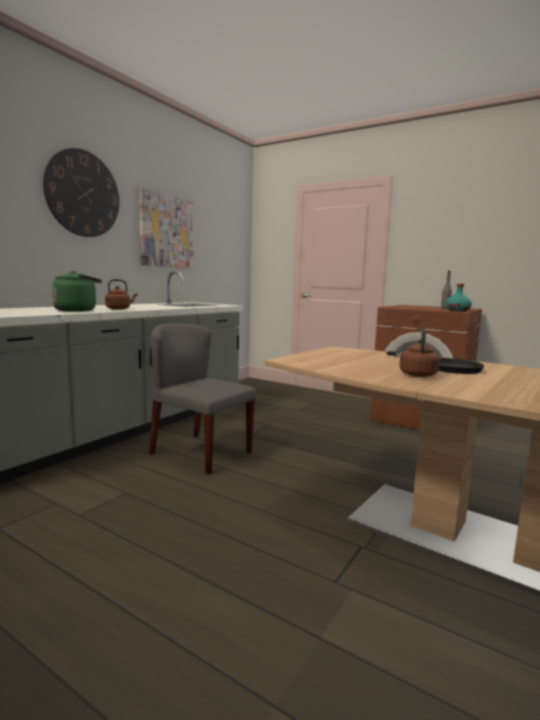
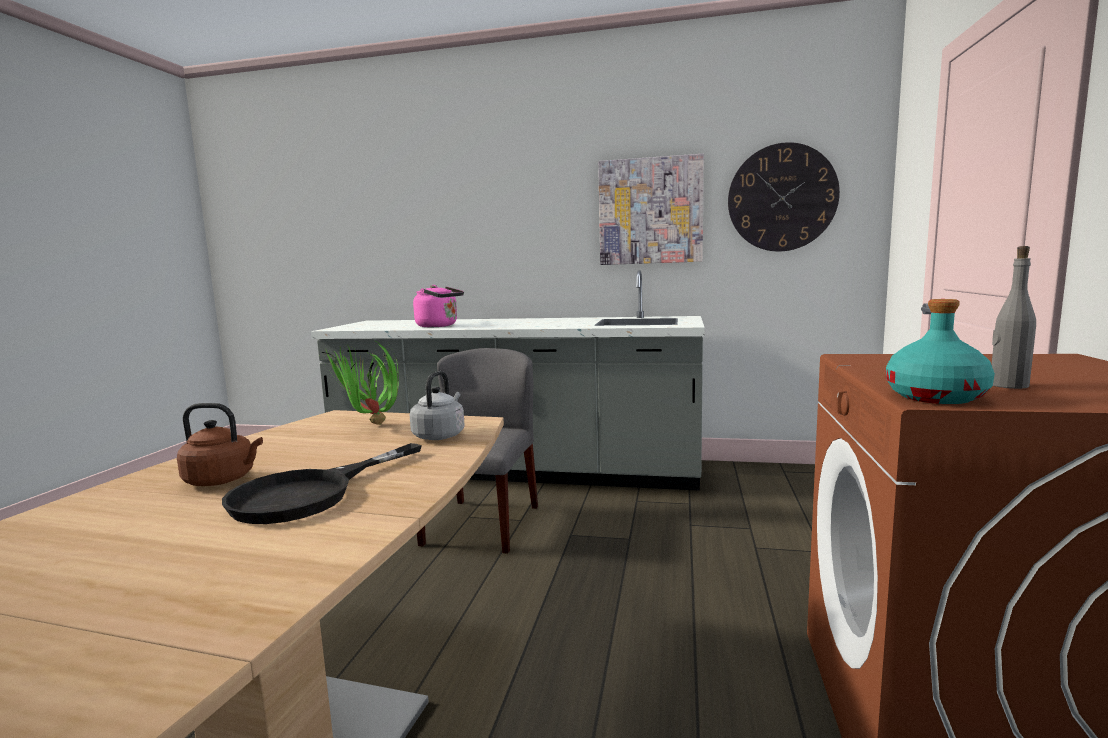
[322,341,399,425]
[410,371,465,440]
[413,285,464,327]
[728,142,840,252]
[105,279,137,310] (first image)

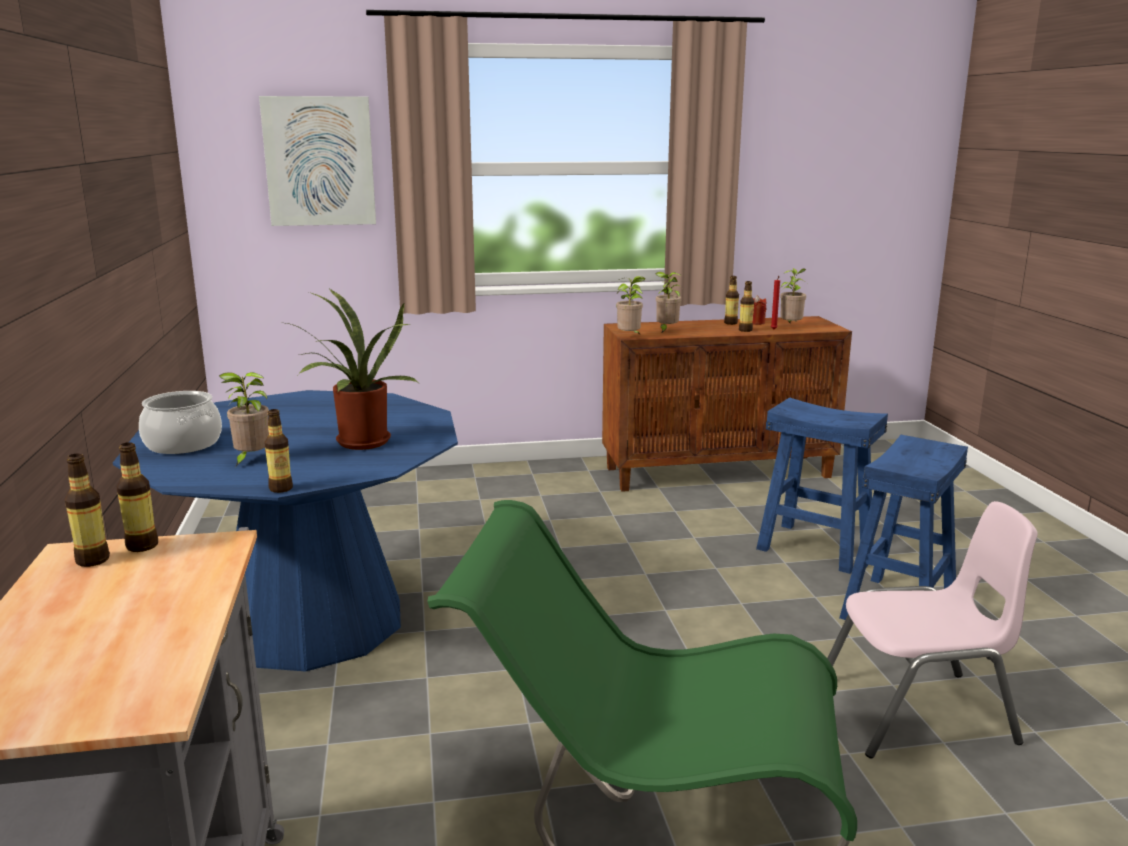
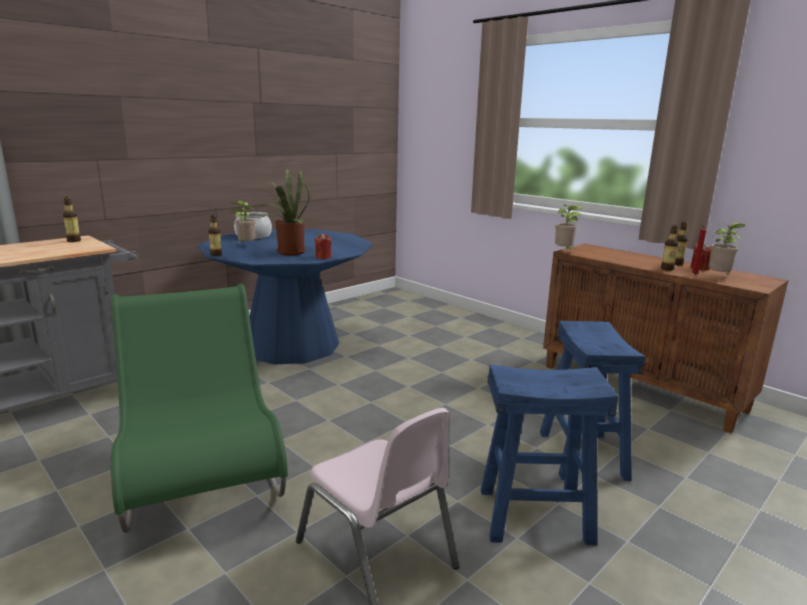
[315,234,332,259]
[116,442,158,552] (first image)
[259,96,376,226] (first image)
[655,272,682,334] (first image)

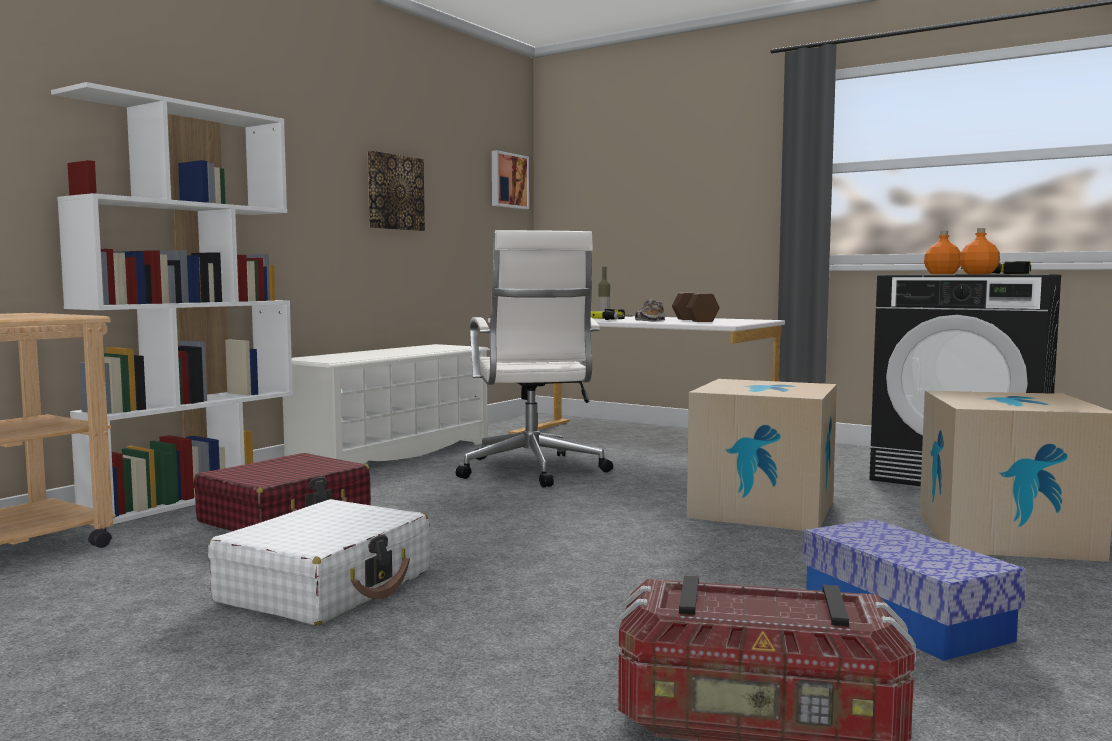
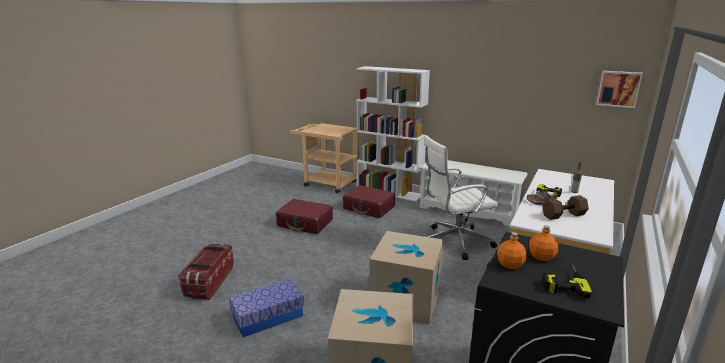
[276,199,333,234]
[367,151,425,231] (first image)

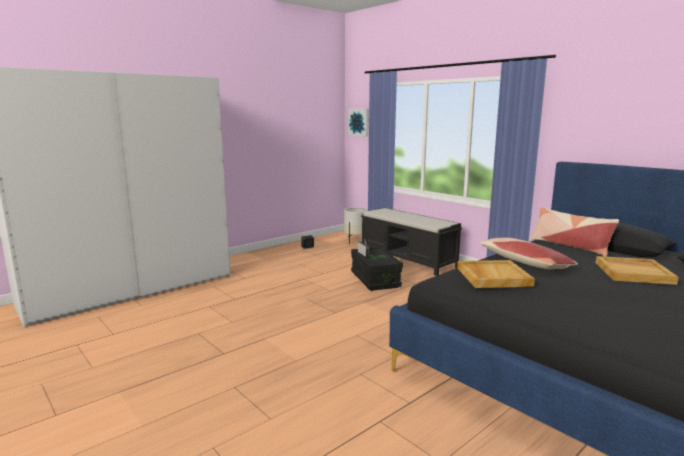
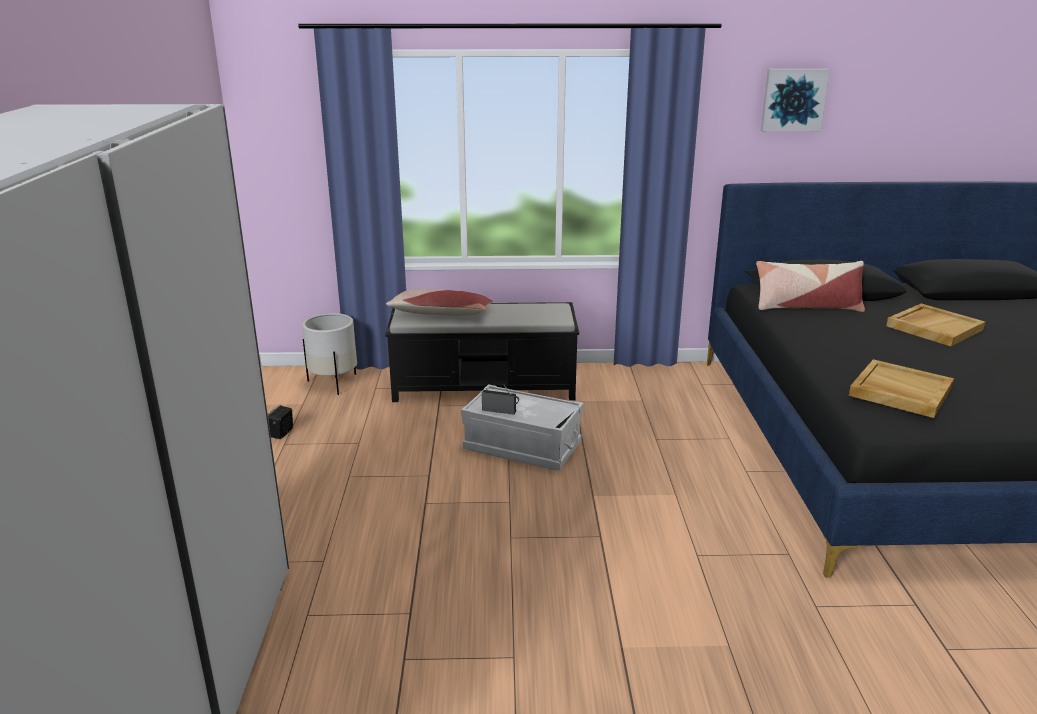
[386,289,494,316]
[461,384,584,470]
[761,69,830,131]

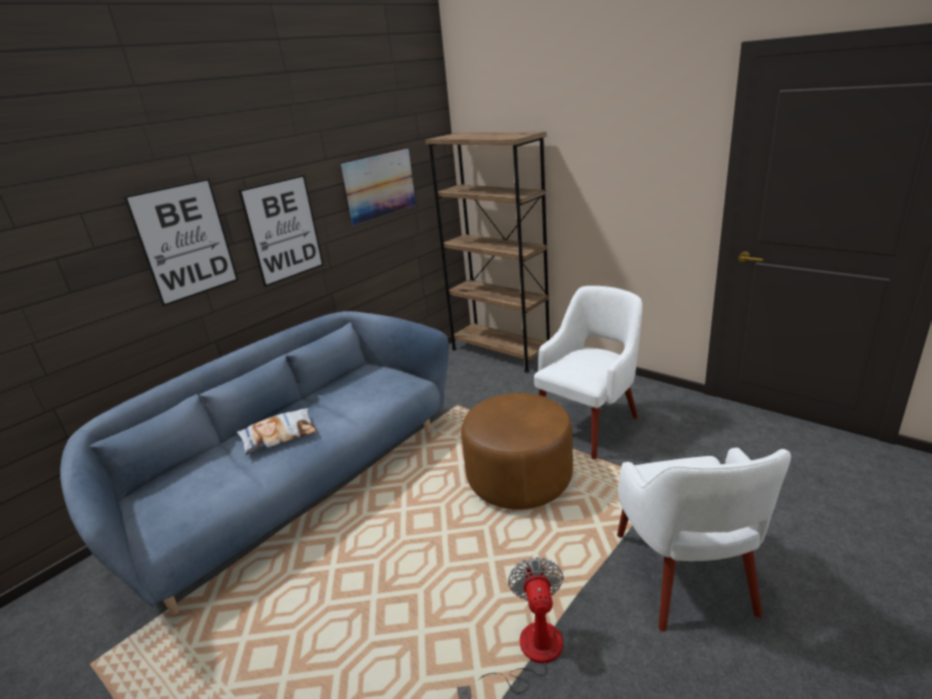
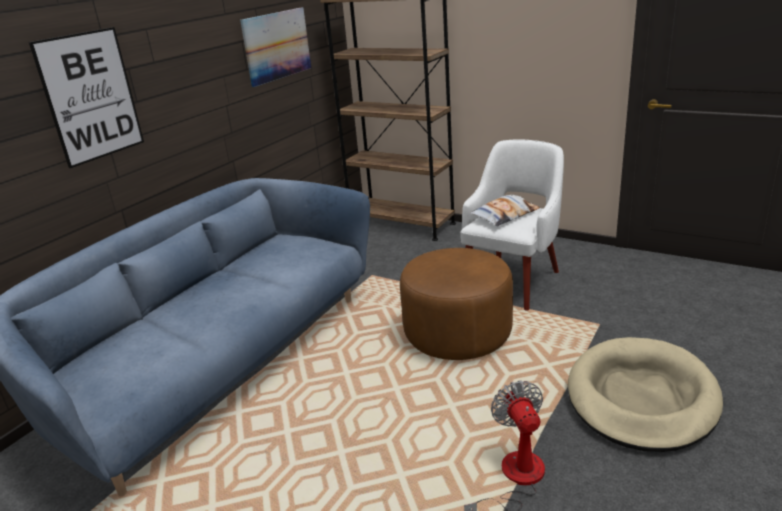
[470,195,540,226]
[568,337,723,452]
[238,175,324,287] (first image)

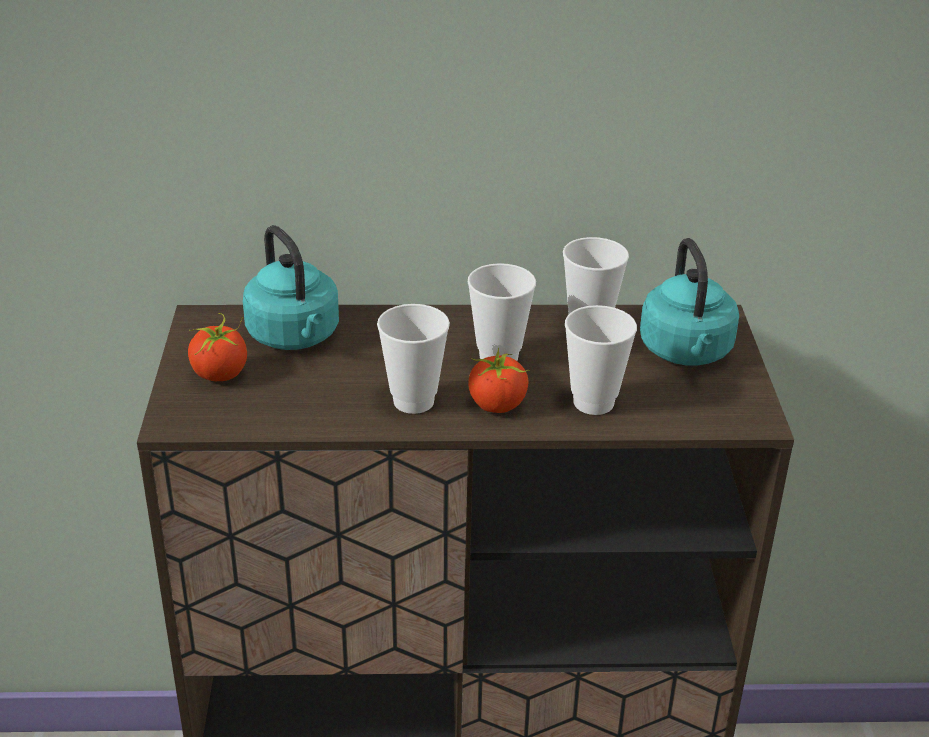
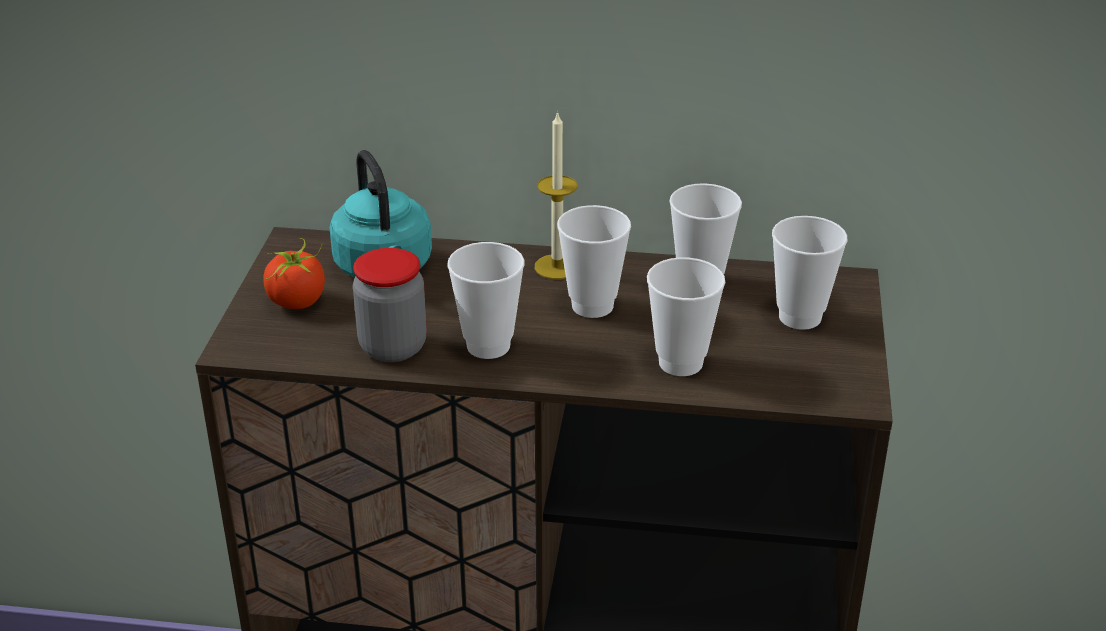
[353,248,427,362]
[535,111,577,279]
[772,216,847,330]
[468,348,530,413] (first image)

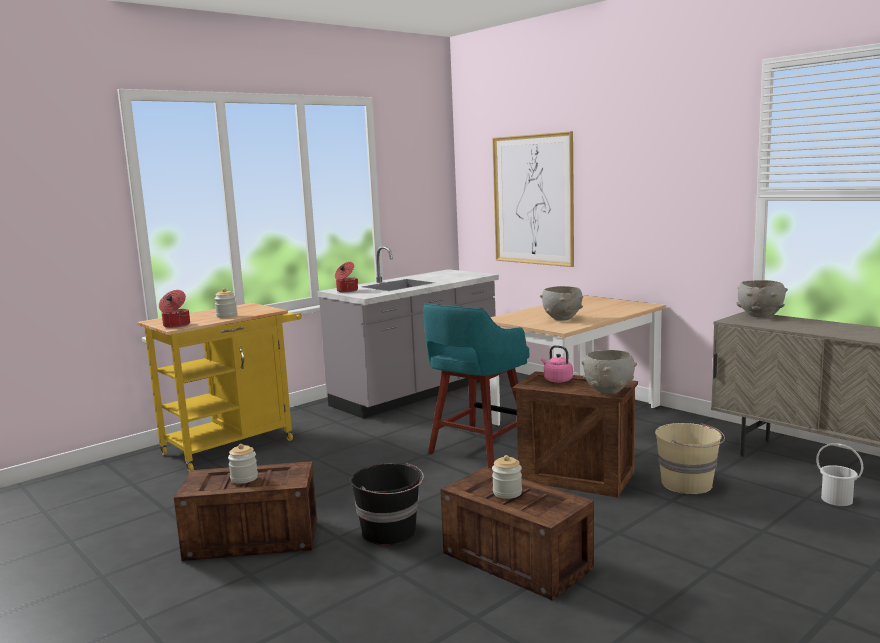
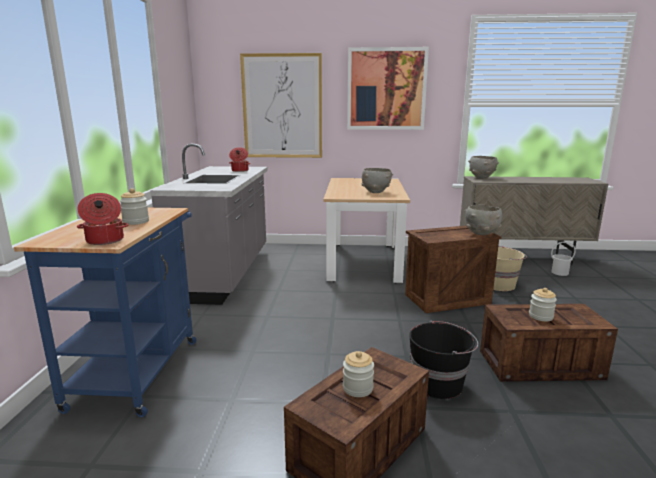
[14,208,196,417]
[229,147,250,172]
[347,47,429,130]
[423,304,529,469] (first image)
[541,345,573,383] (first image)

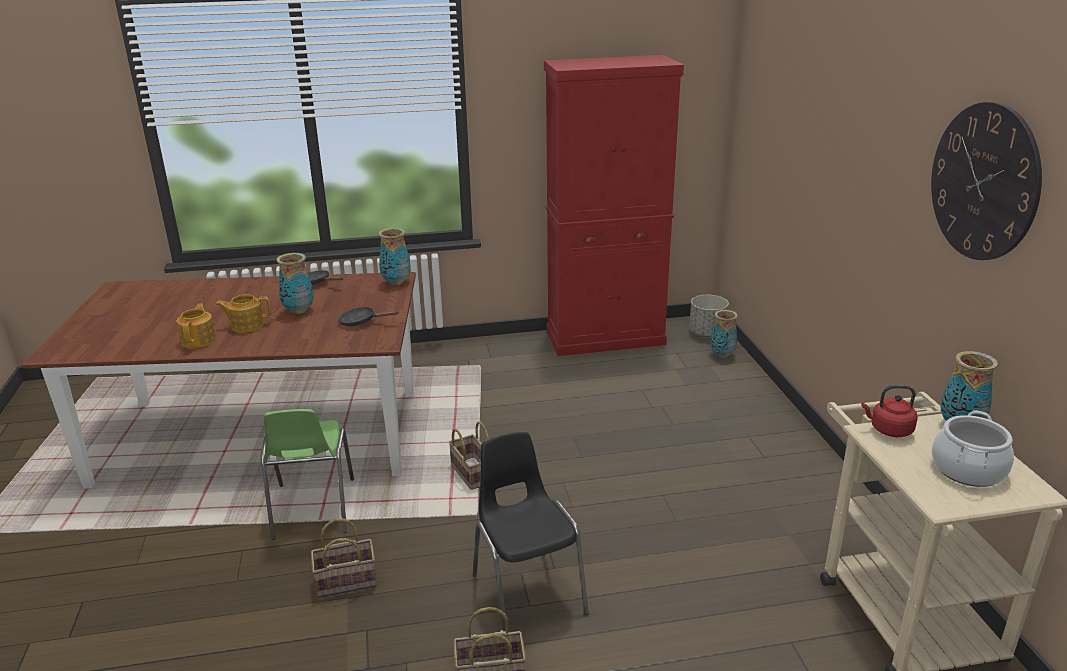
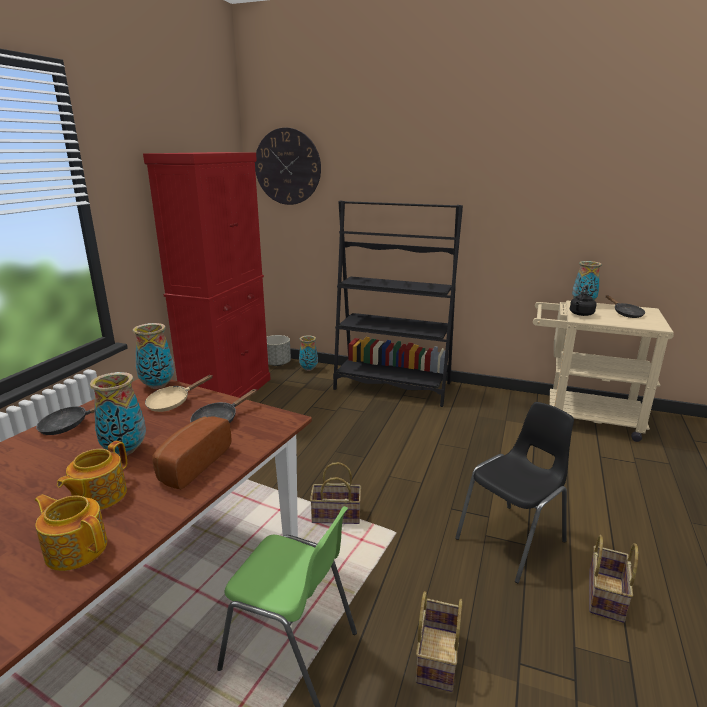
[145,375,212,412]
[152,416,232,489]
[255,128,321,205]
[333,200,463,407]
[455,402,574,583]
[570,285,597,316]
[606,295,645,318]

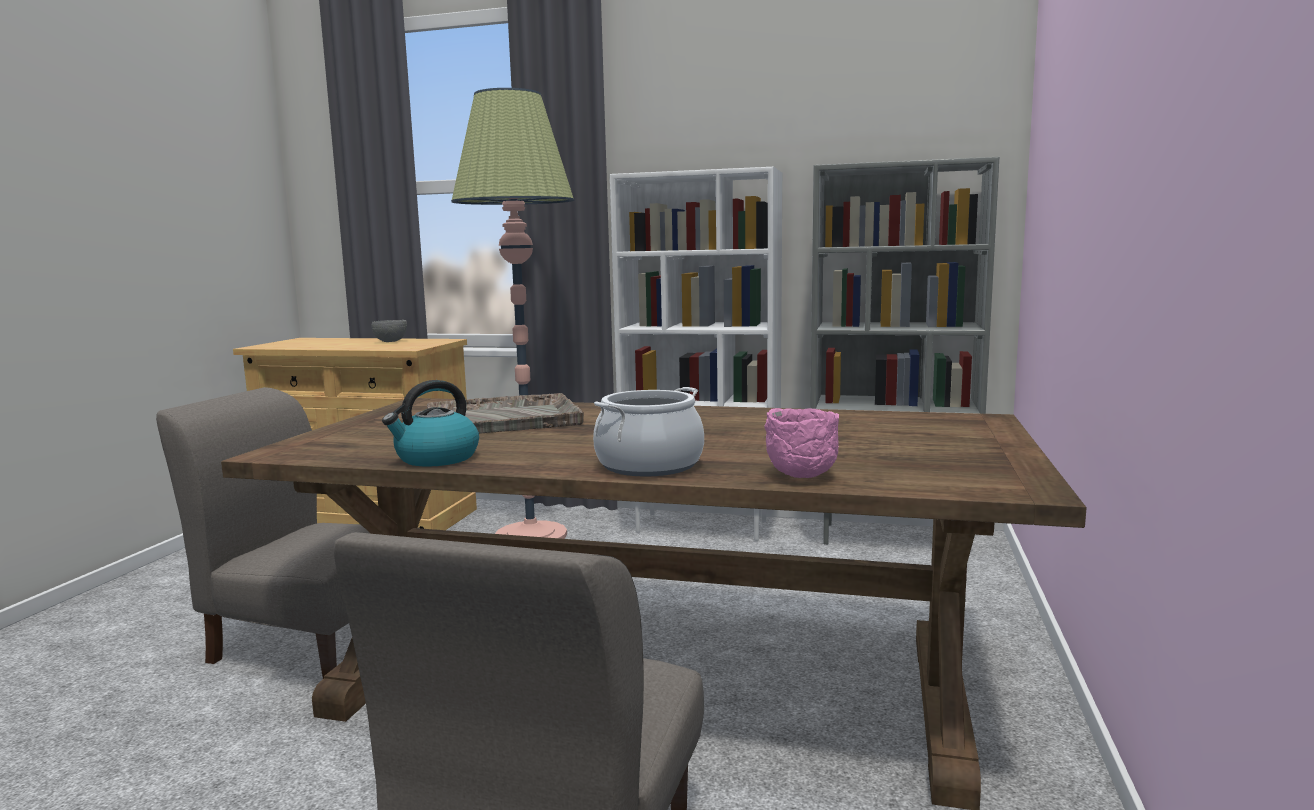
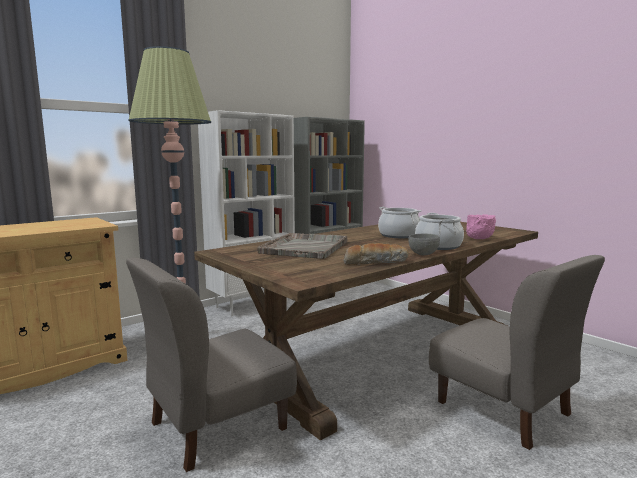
[344,243,409,265]
[378,207,422,238]
[408,234,440,255]

